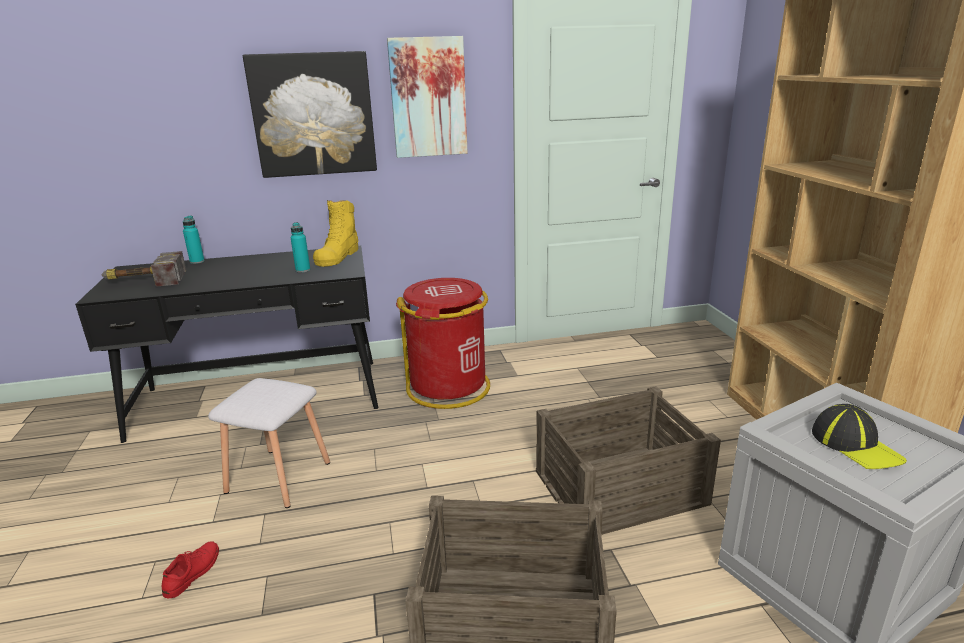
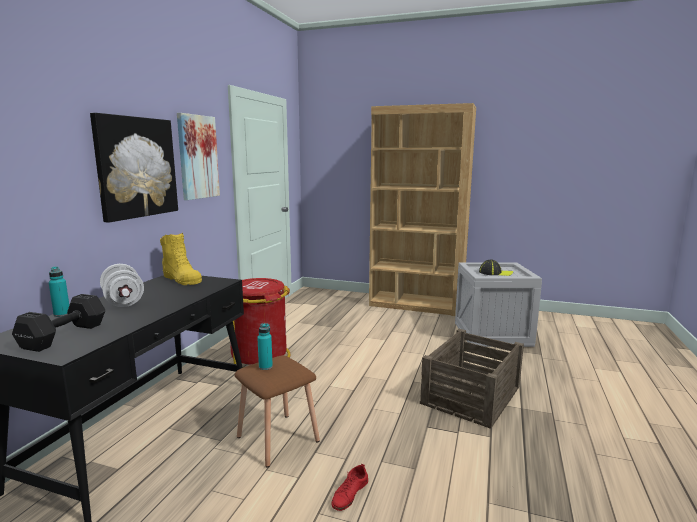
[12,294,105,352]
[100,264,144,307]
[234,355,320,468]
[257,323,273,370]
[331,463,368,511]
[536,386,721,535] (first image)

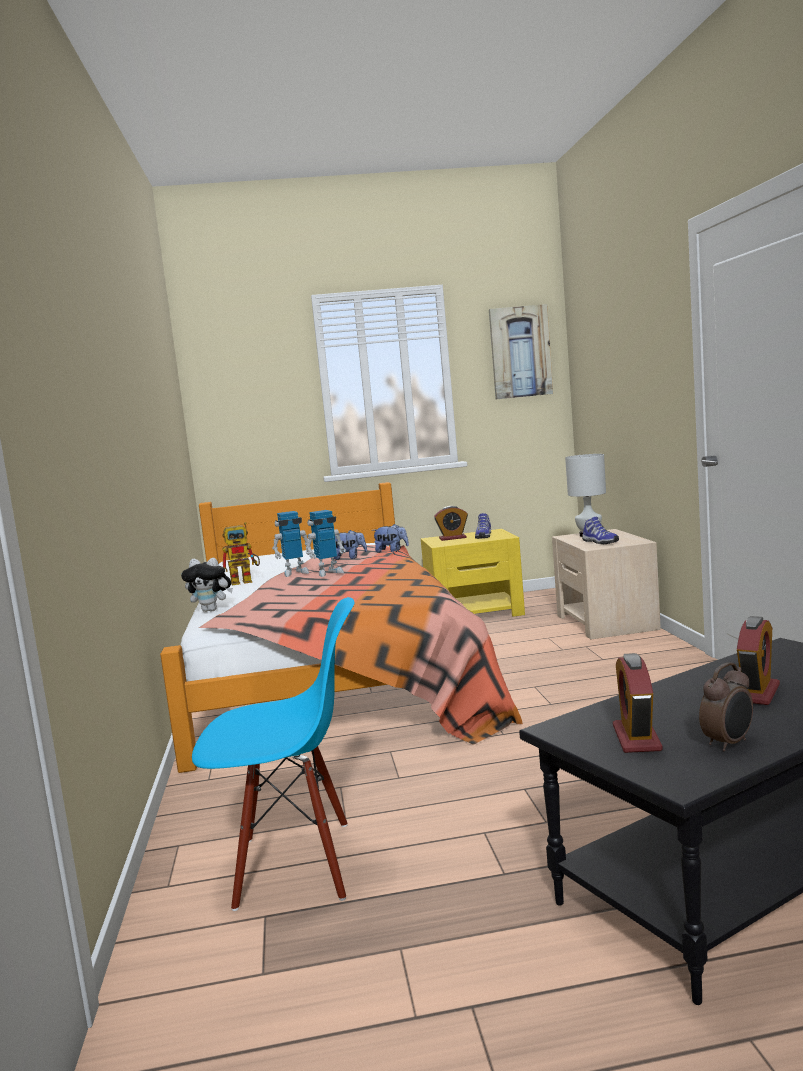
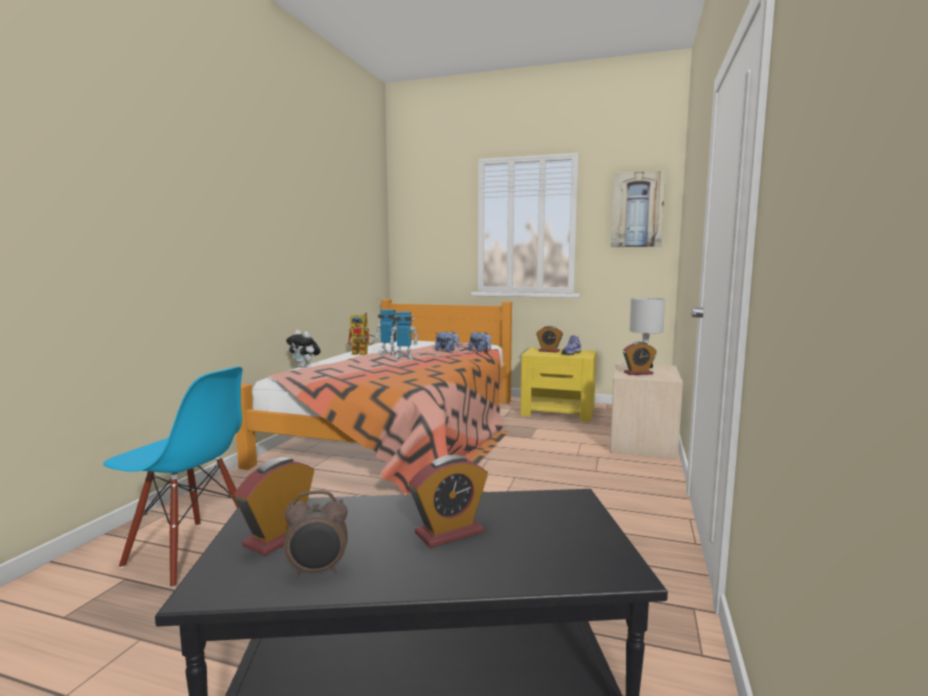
[623,342,657,375]

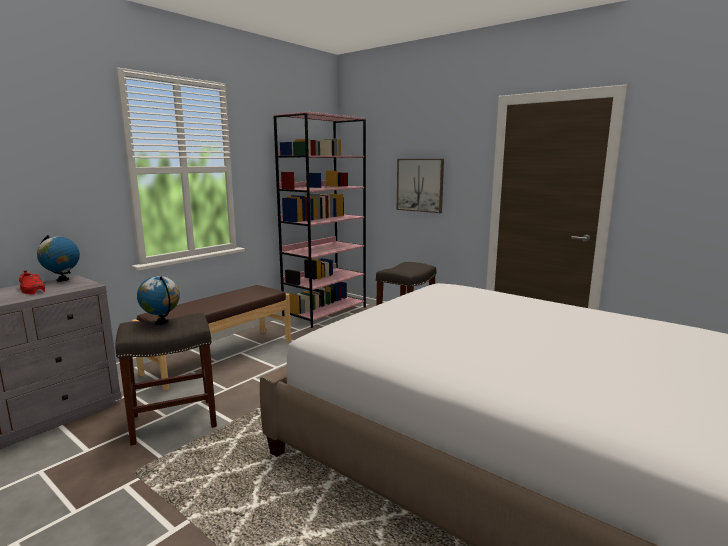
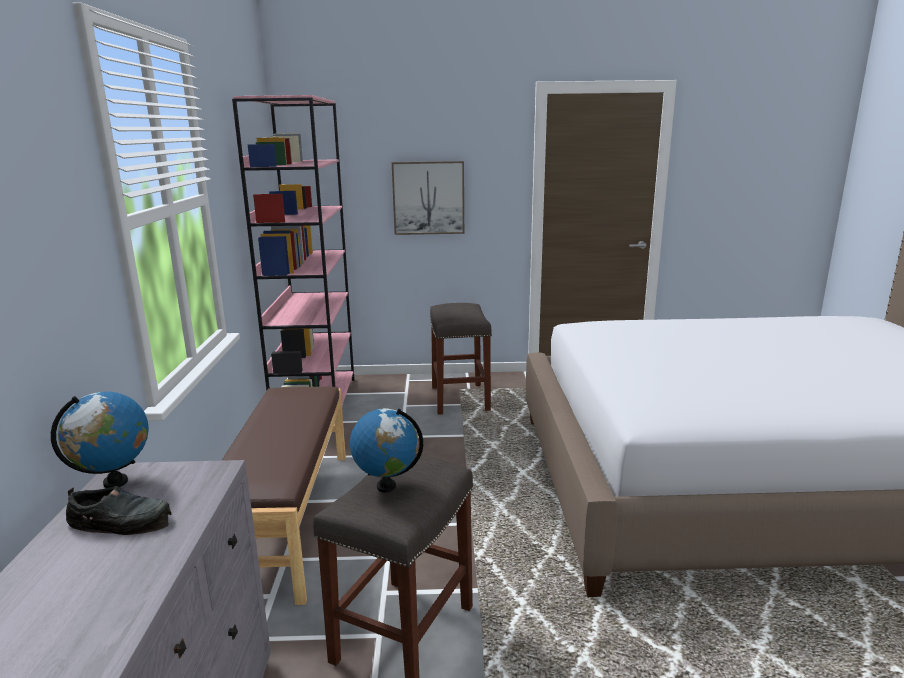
[66,486,171,535]

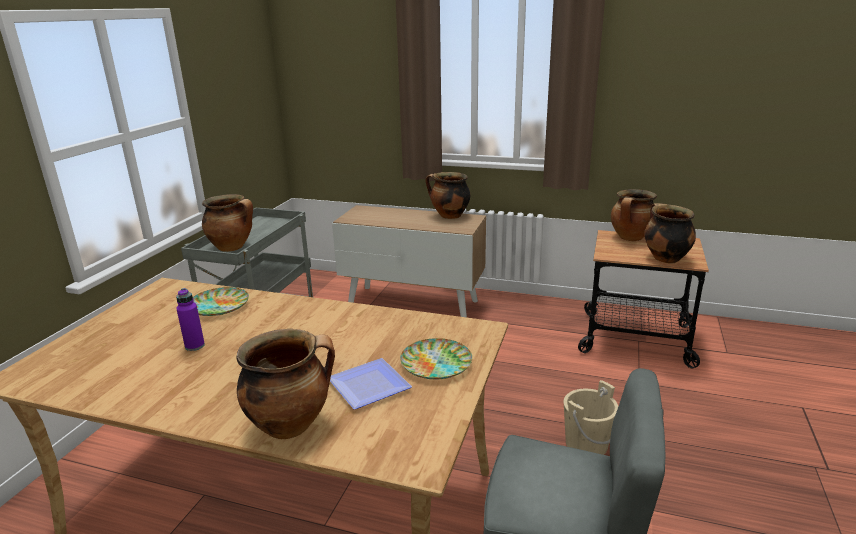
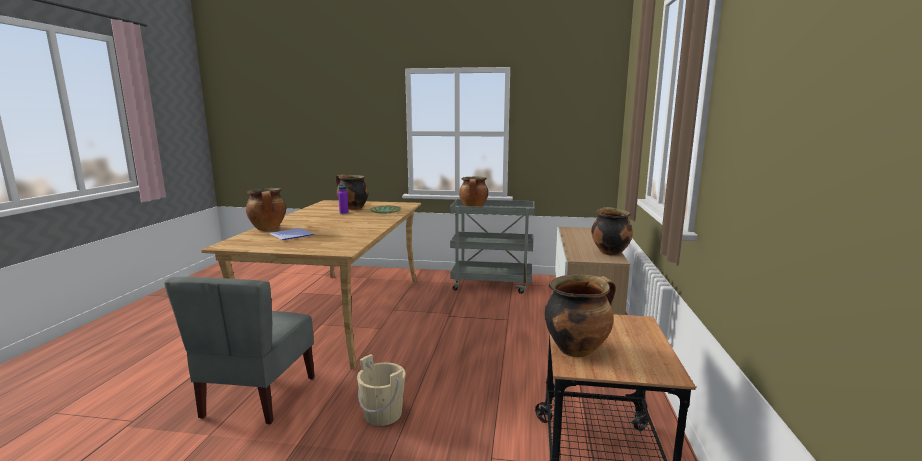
[336,174,369,210]
[400,338,472,379] (first image)

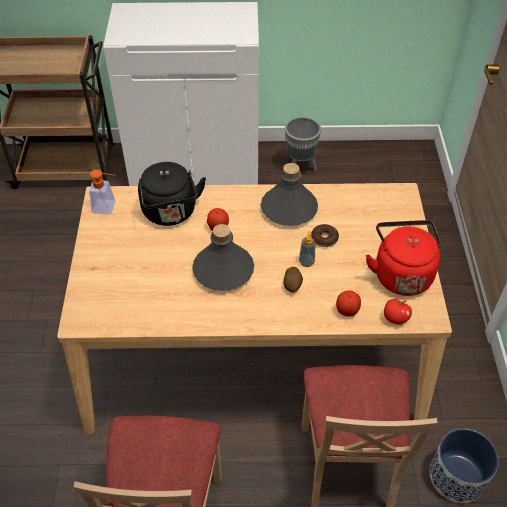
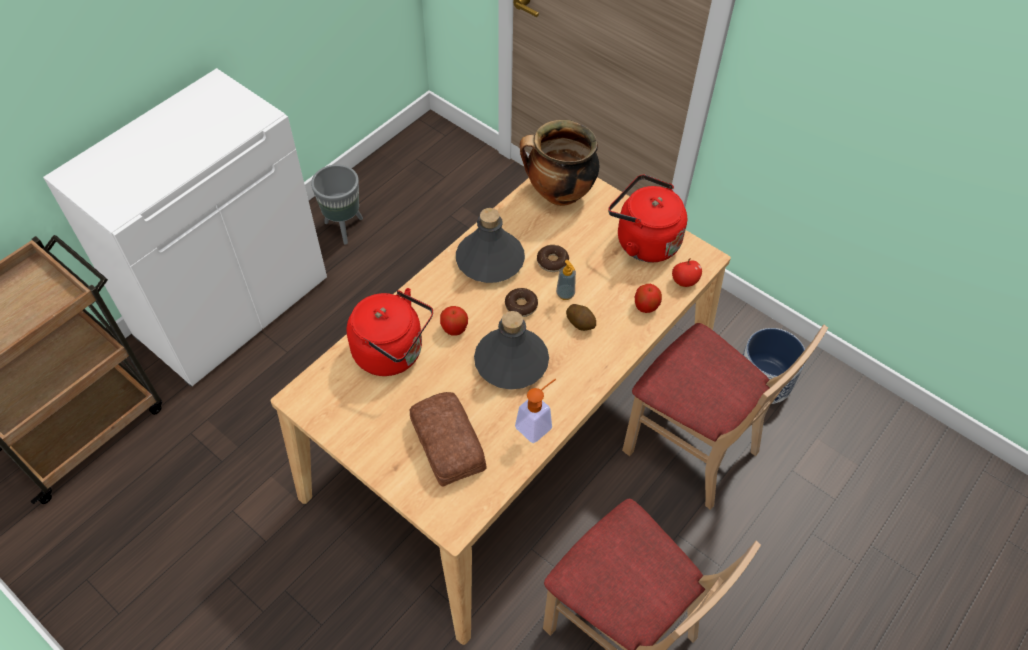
[347,288,433,376]
[410,392,486,487]
[505,288,538,317]
[515,379,556,443]
[520,120,599,206]

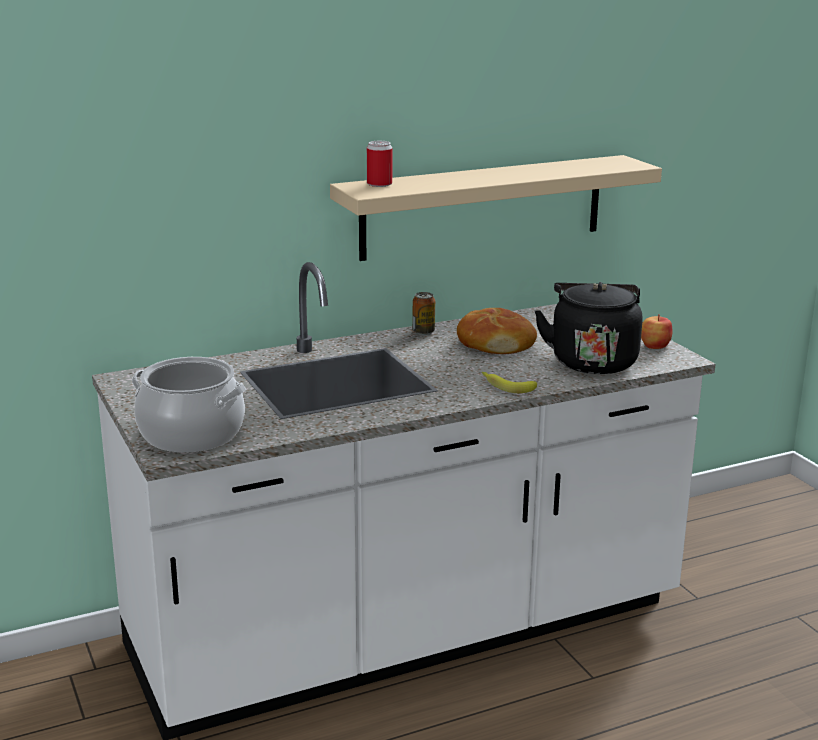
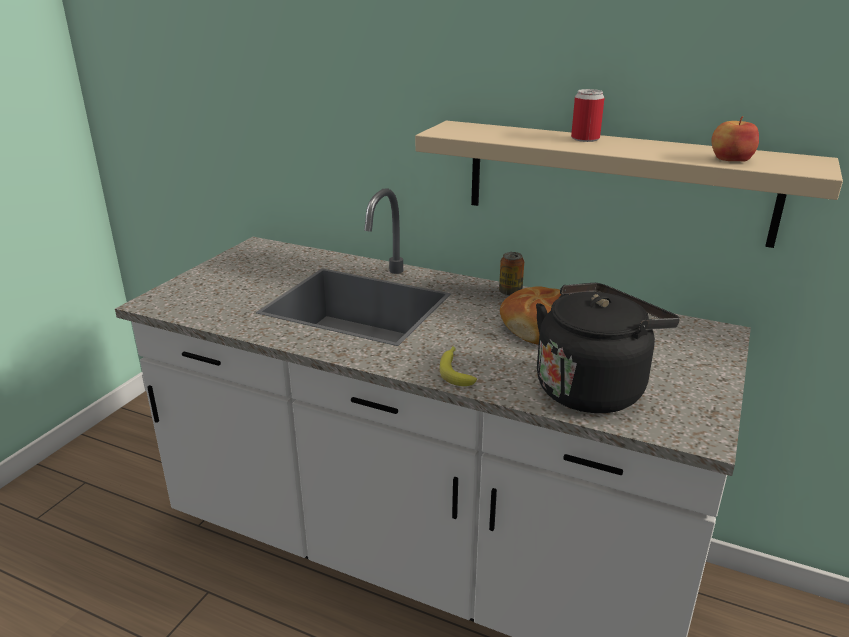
[571,89,605,142]
[711,116,759,162]
[131,357,246,452] (first image)

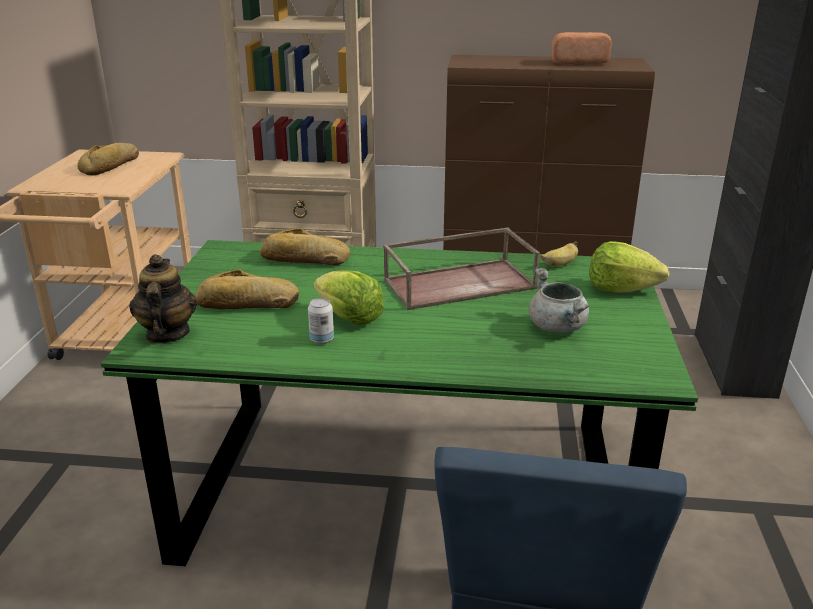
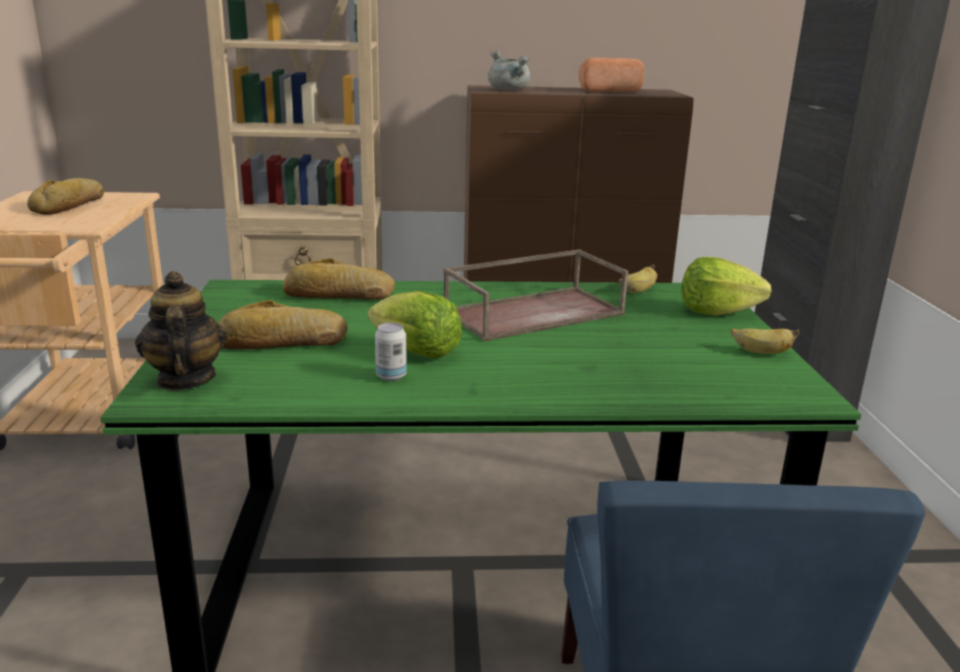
[488,51,530,91]
[731,328,799,354]

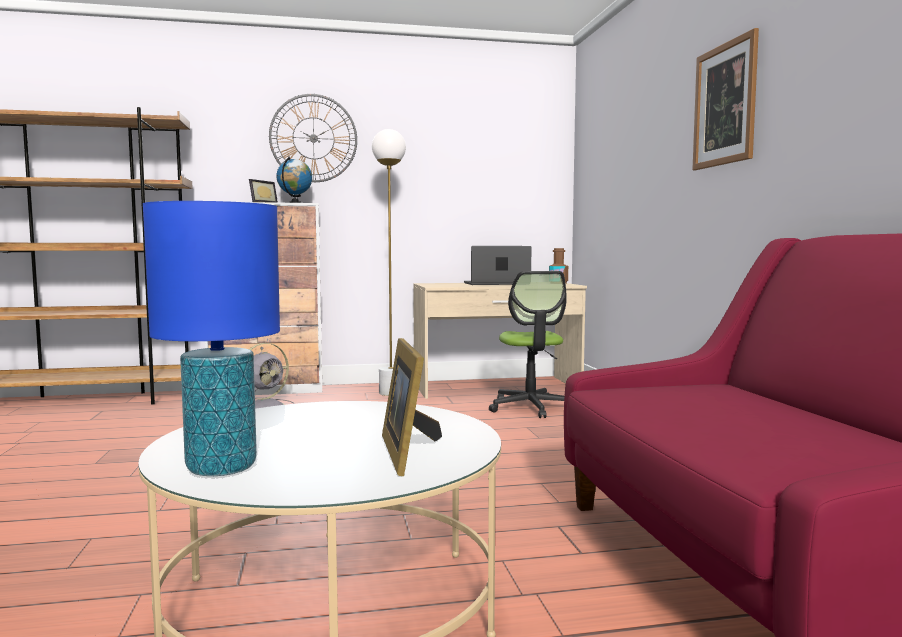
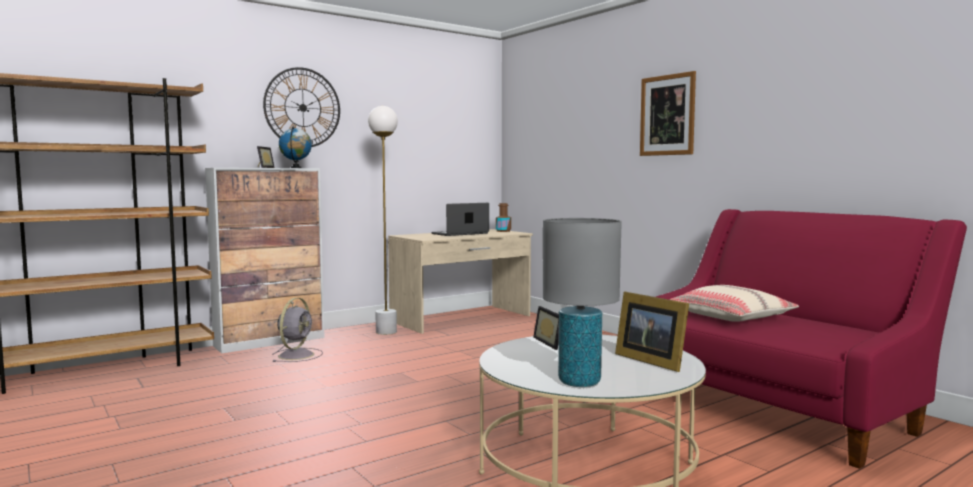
[533,306,559,350]
[543,218,622,387]
[669,285,799,322]
[489,271,567,418] (first image)

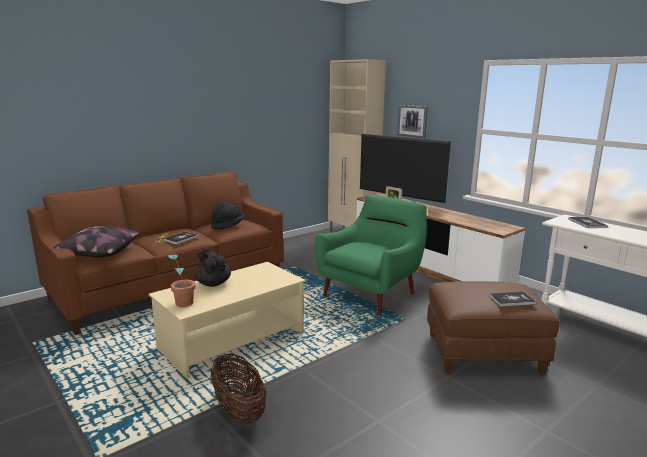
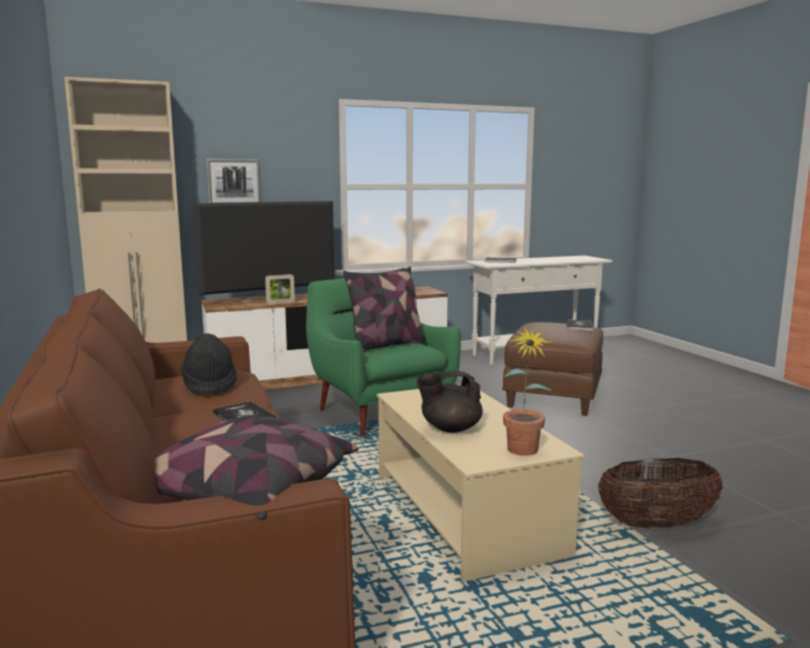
[343,267,426,351]

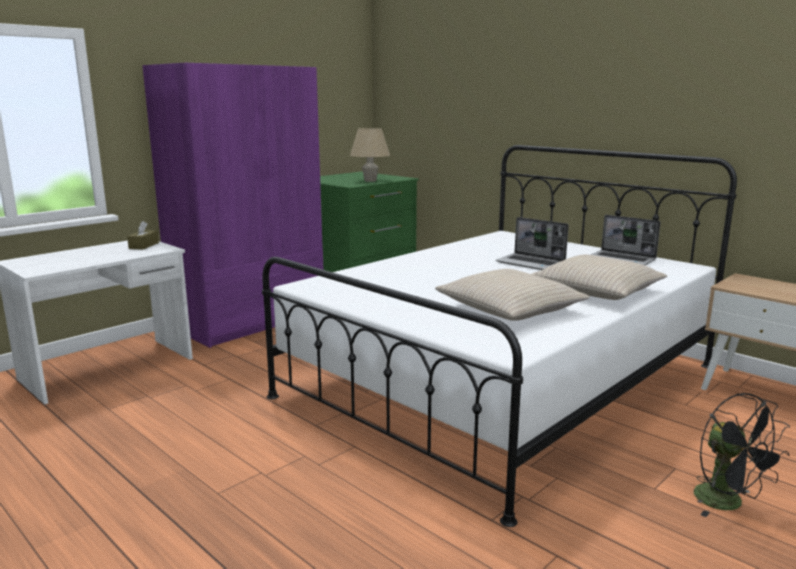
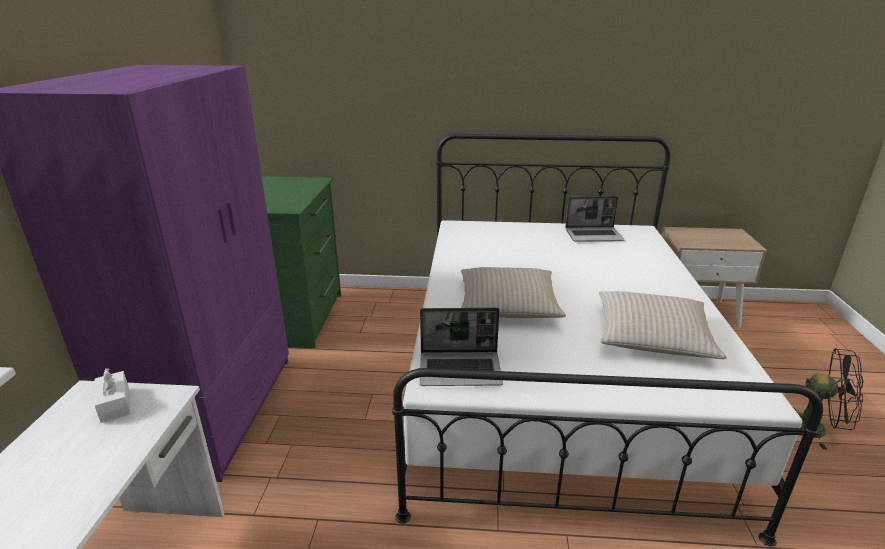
[94,368,131,423]
[420,308,503,386]
[461,267,566,318]
[350,128,390,182] (first image)

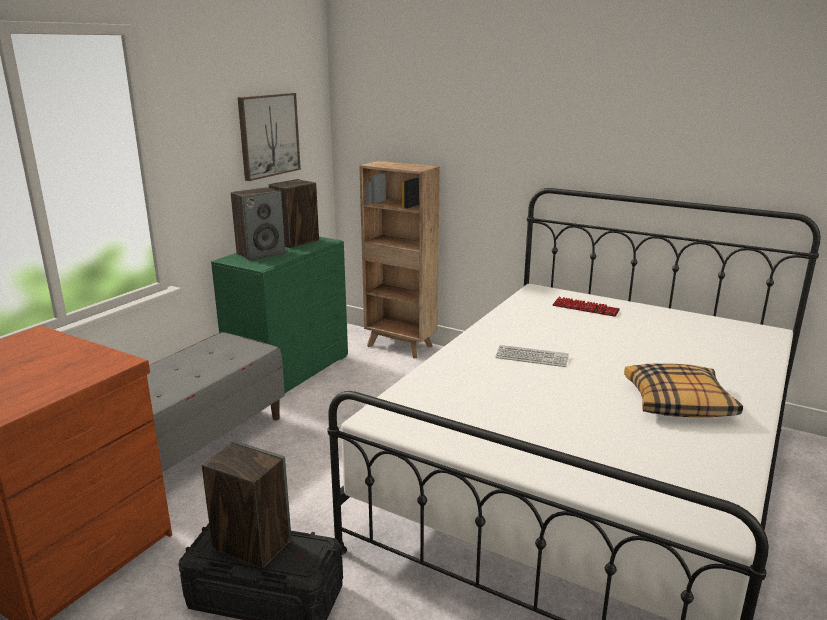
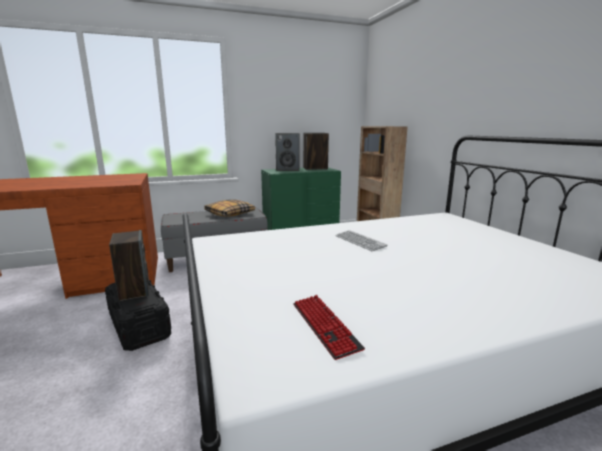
[204,200,255,217]
[293,295,365,360]
[238,93,301,181] (first image)

